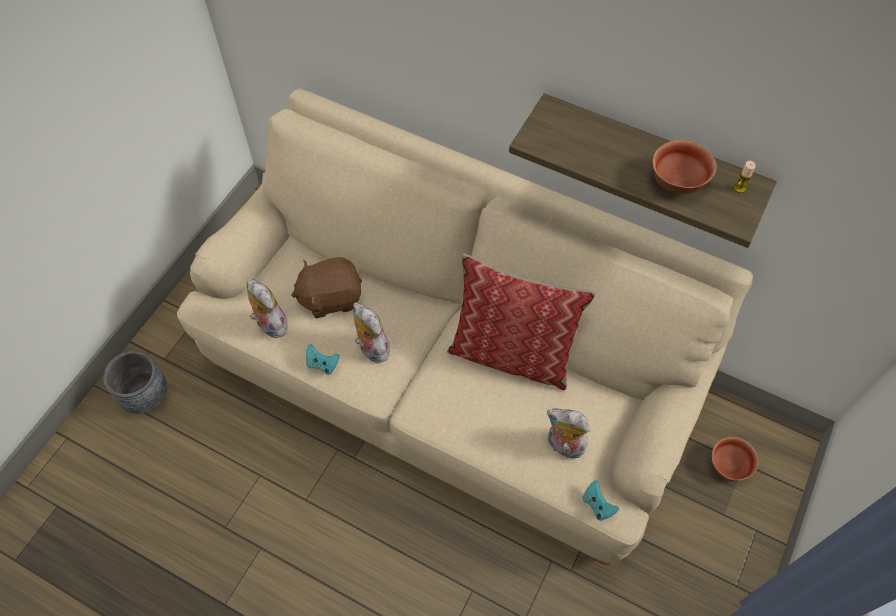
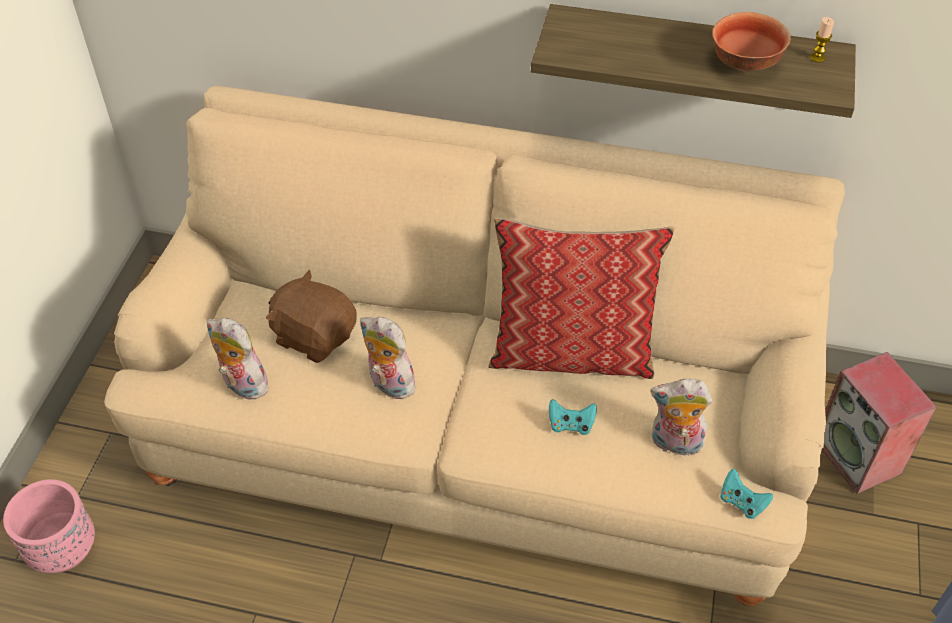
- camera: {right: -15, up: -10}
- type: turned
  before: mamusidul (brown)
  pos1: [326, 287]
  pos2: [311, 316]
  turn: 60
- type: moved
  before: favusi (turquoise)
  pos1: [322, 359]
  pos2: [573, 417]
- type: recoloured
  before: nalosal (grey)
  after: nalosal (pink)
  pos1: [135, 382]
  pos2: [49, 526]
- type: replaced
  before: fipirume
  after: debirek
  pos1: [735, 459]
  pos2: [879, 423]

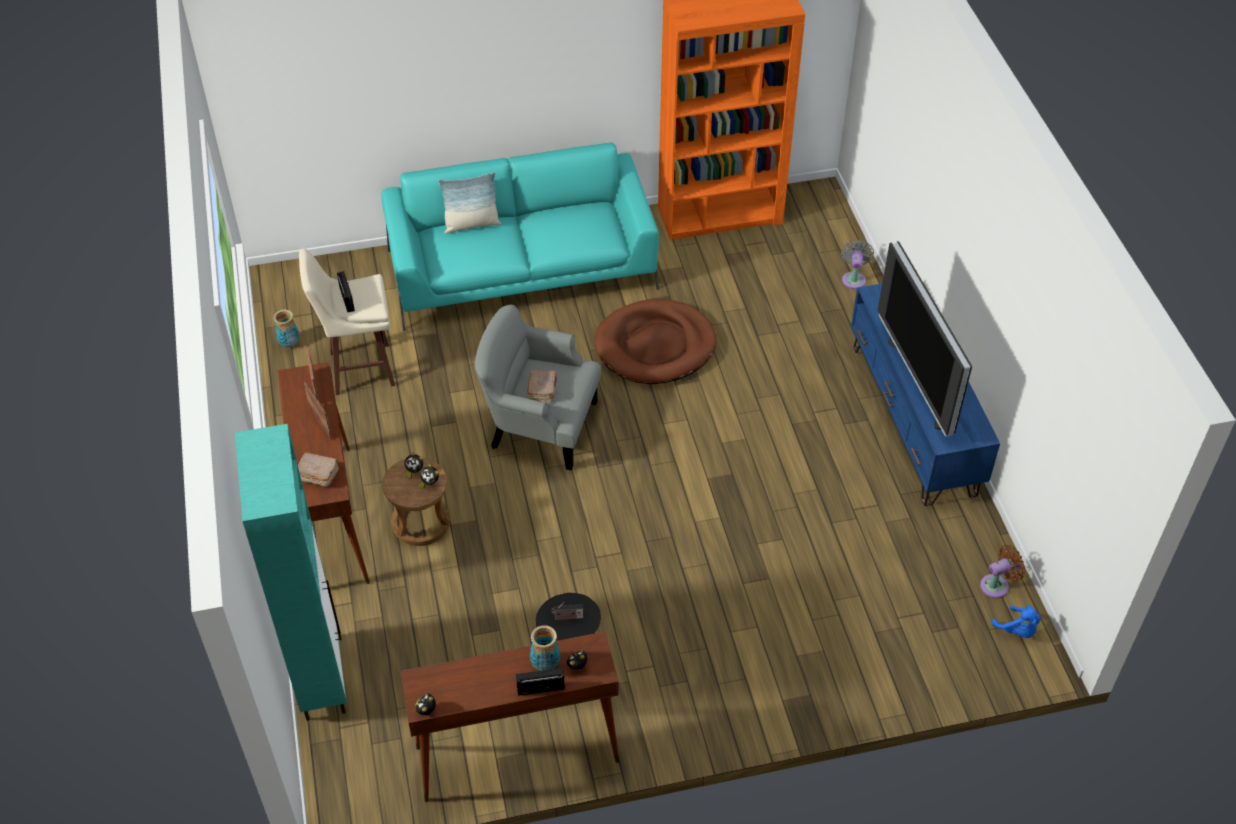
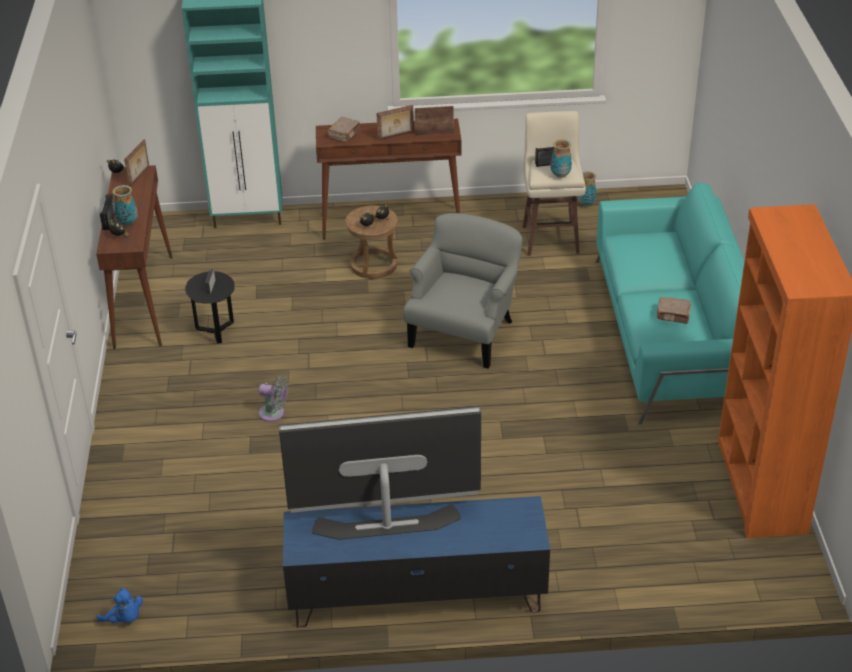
- camera: {right: 100, up: -10}
- type: removed
  before: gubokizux
  pos1: [470, 203]
- type: moved
  before: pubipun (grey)
  pos1: [857, 264]
  pos2: [273, 399]
- type: removed
  before: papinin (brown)
  pos1: [656, 341]
- type: moved
  before: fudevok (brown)
  pos1: [542, 385]
  pos2: [673, 310]
- type: removed
  before: pubipun (brown)
  pos1: [1002, 571]
- type: turned
  before: mamusidul (blue)
  pos1: [1016, 621]
  pos2: [119, 605]
  turn: -120
- type: added
  after: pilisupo
  pos2: [136, 162]
- type: added
  after: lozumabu
  pos2: [561, 158]

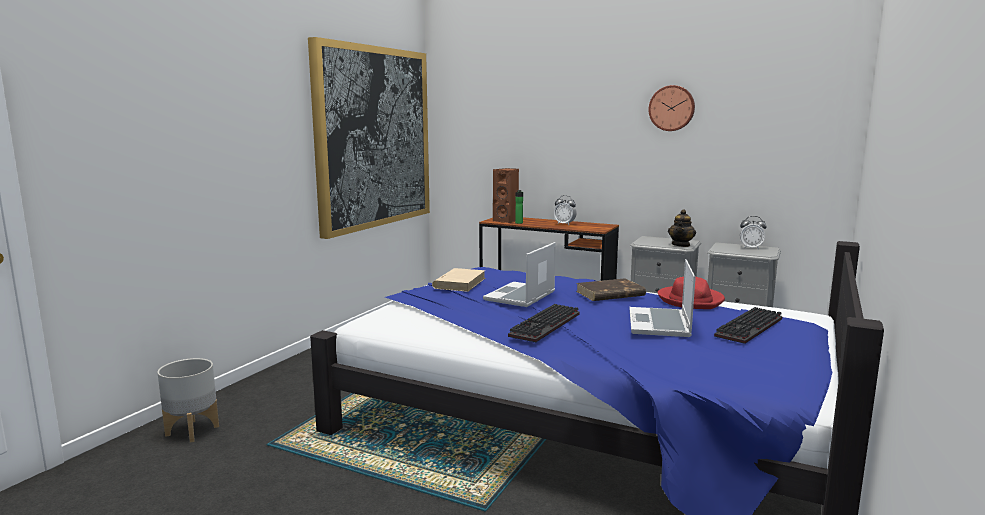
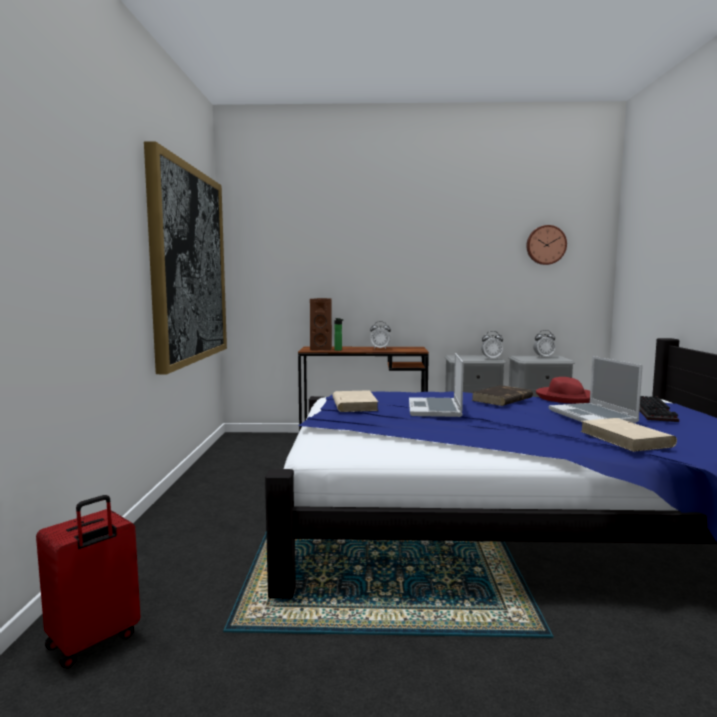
- camera: {right: -25, up: -5}
- type: moved
  before: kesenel
  pos1: [671, 108]
  pos2: [546, 245]
- type: replaced
  before: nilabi
  after: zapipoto
  pos1: [682, 228]
  pos2: [492, 345]
- type: removed
  before: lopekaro
  pos1: [544, 323]
- type: replaced
  before: nalosal (grey)
  after: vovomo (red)
  pos1: [188, 400]
  pos2: [88, 581]
- type: added
  after: fudevok (beige)
  pos2: [628, 435]

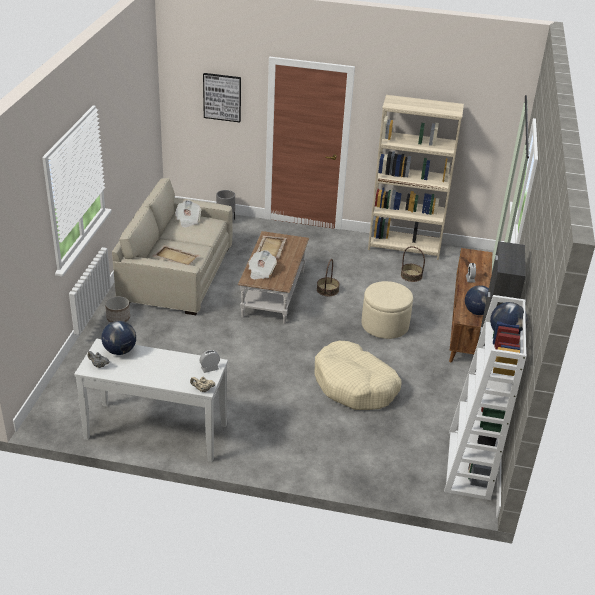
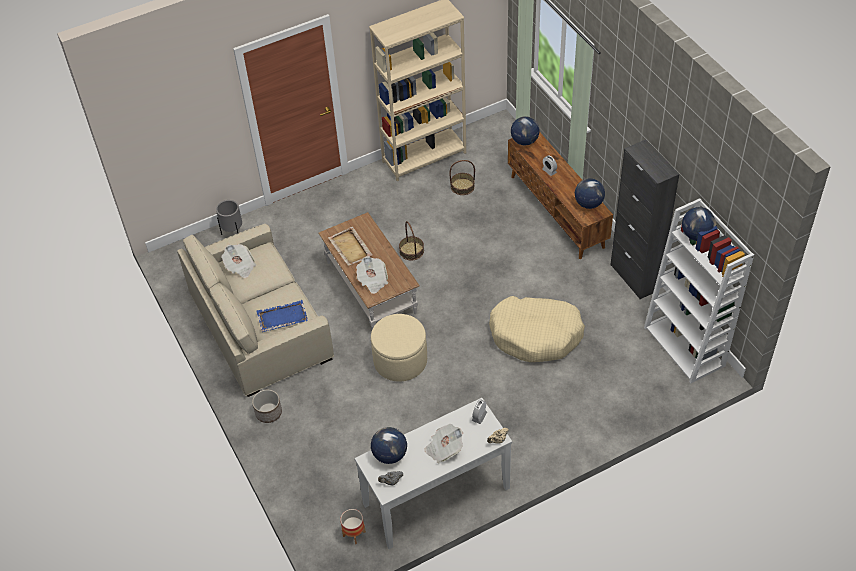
- camera: {right: -35, up: 15}
- type: removed
  before: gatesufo
  pos1: [222, 97]
- type: recoloured
  before: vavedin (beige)
  after: vavedin (blue)
  pos1: [176, 255]
  pos2: [282, 316]
- type: moved
  before: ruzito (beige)
  pos1: [387, 310]
  pos2: [399, 348]
- type: added
  after: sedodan
  pos2: [525, 130]
- type: added
  after: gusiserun
  pos2: [443, 444]
- type: added
  after: nalosal
  pos2: [353, 526]

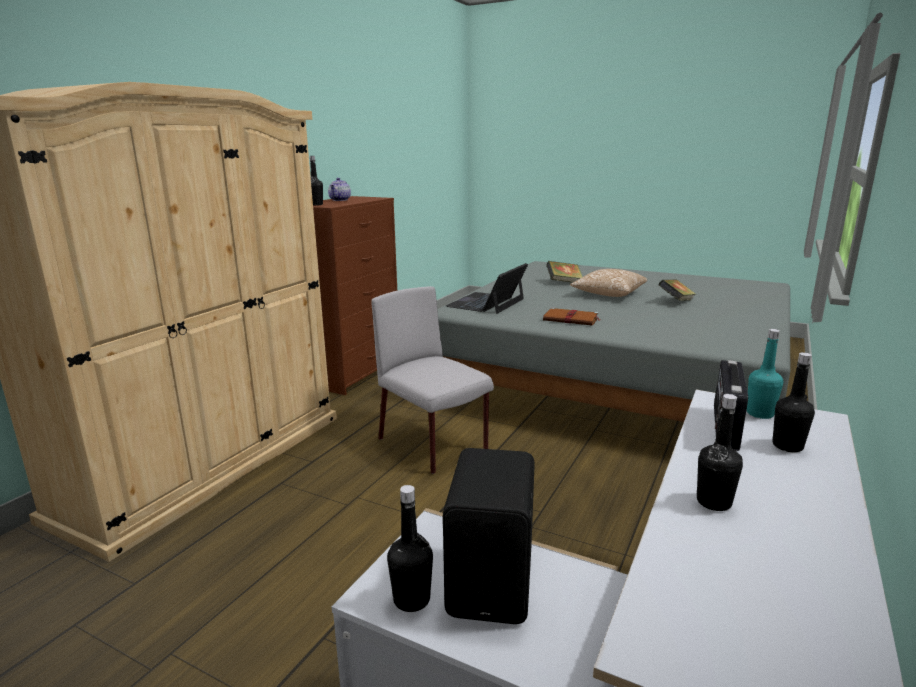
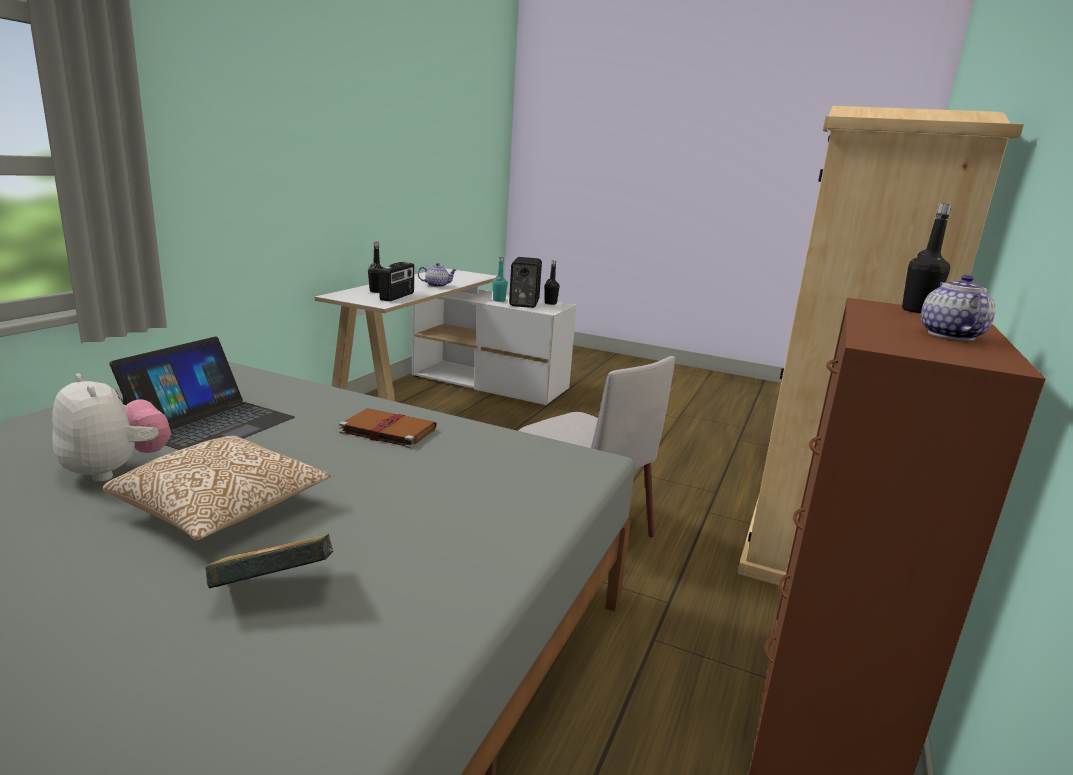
- camera: {right: 175, up: 0}
- type: moved
  before: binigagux
  pos1: [487, 288]
  pos2: [202, 393]
- type: replaced
  before: fudevok
  after: mamusidul
  pos1: [677, 290]
  pos2: [111, 427]
- type: moved
  before: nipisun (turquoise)
  pos1: [765, 374]
  pos2: [500, 279]
- type: replaced
  before: nipisun (black)
  after: nilabi
  pos1: [720, 452]
  pos2: [437, 275]

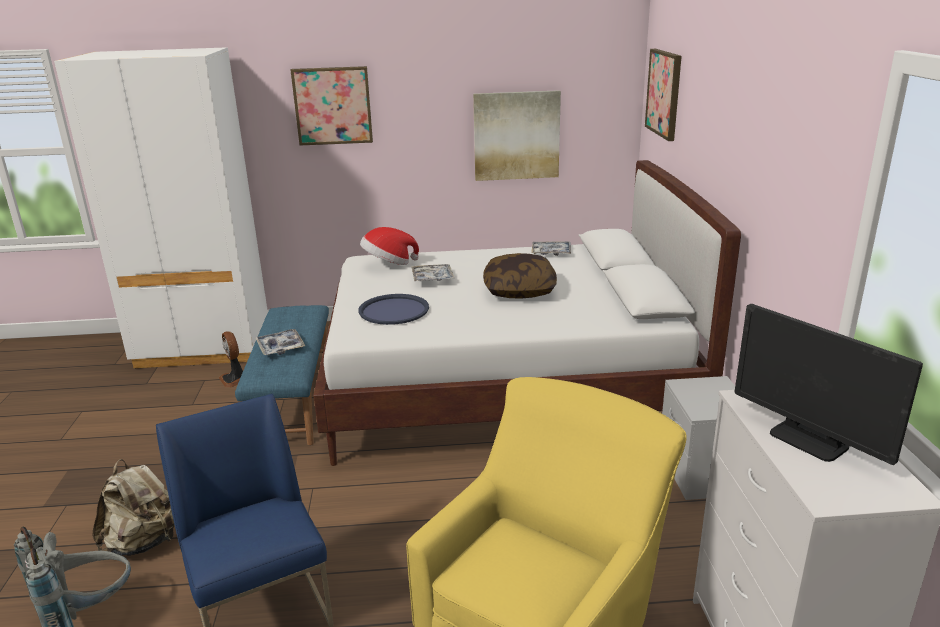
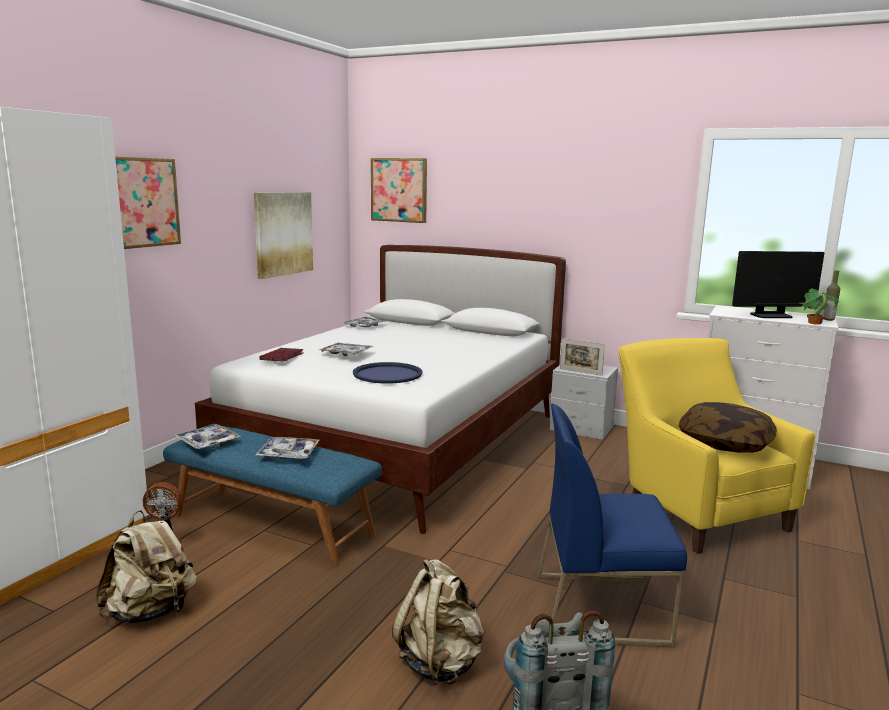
- camera: {right: -60, up: -10}
- type: replaced
  before: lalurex
  after: fudevok (red)
  pos1: [389, 246]
  pos2: [281, 355]
- type: moved
  before: gubokizux
  pos1: [520, 276]
  pos2: [728, 427]
- type: added
  after: nipisun
  pos2: [831, 295]
- type: added
  after: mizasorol
  pos2: [819, 306]
- type: added
  after: pilisupo
  pos2: [582, 357]
- type: added
  after: vavedin
  pos2: [207, 436]
- type: added
  after: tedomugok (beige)
  pos2: [146, 566]

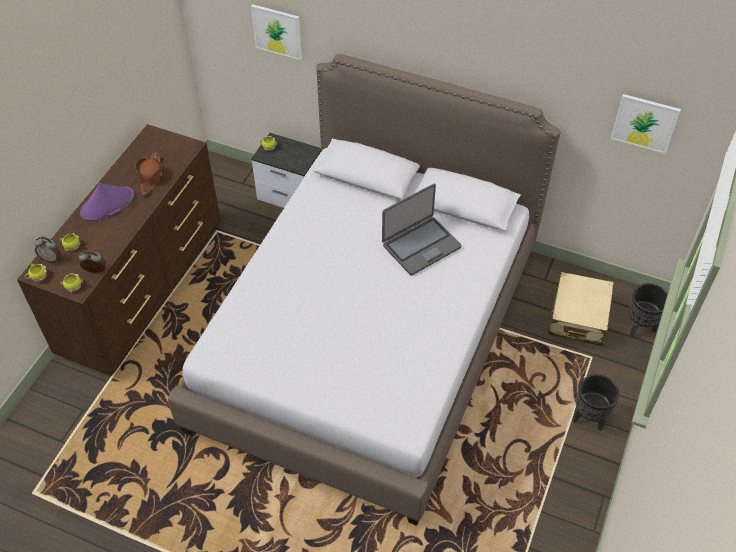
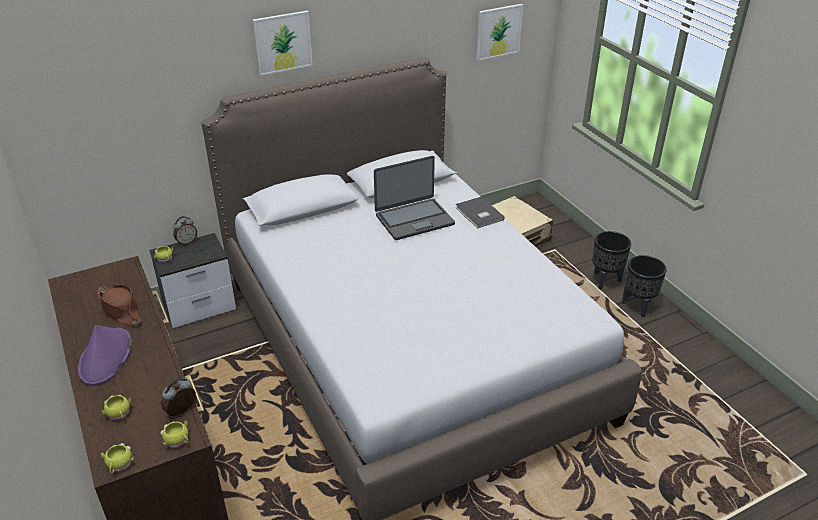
- camera: {right: -50, up: -15}
- type: moved
  before: gatesufo
  pos1: [276, 32]
  pos2: [283, 43]
- type: turned
  before: binigagux
  pos1: [421, 229]
  pos2: [414, 198]
  turn: 60
- type: moved
  before: zapipoto
  pos1: [47, 250]
  pos2: [185, 230]
- type: moved
  before: nalosal (black)
  pos1: [648, 310]
  pos2: [644, 286]
- type: added
  after: fudevok (grey)
  pos2: [480, 212]

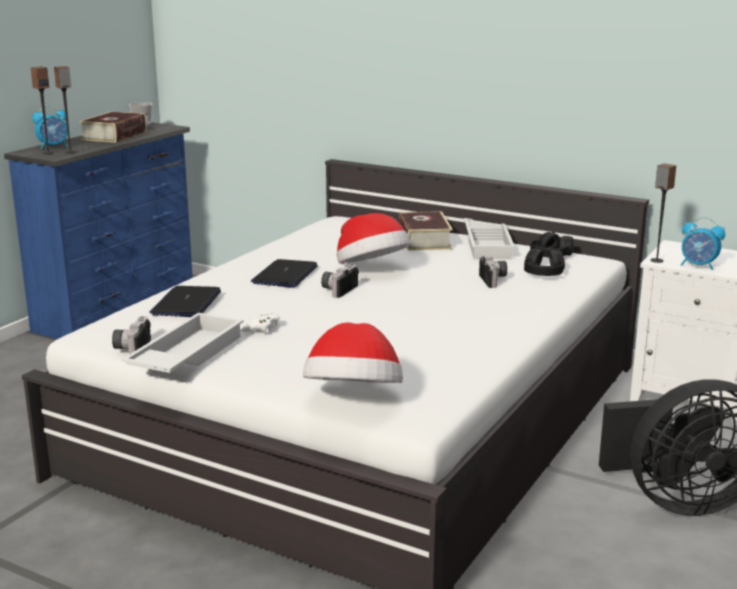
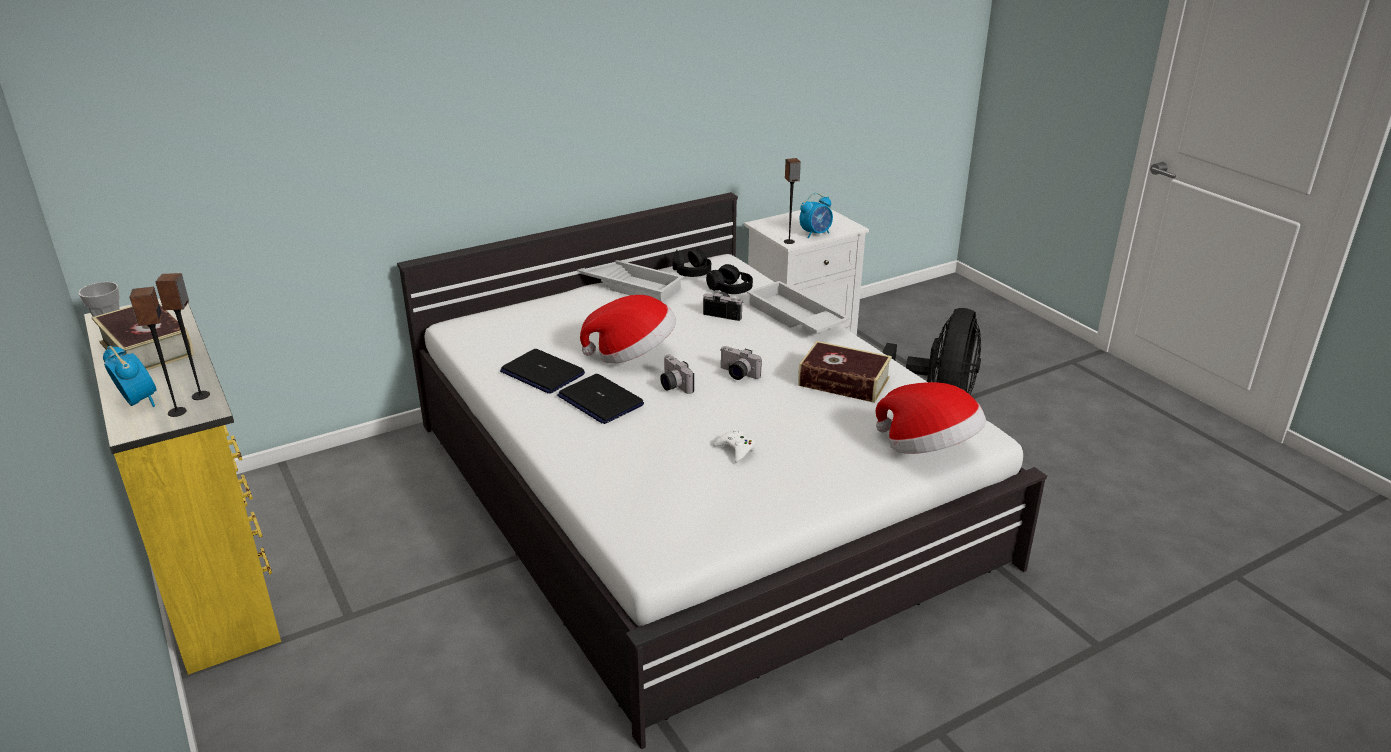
- camera: {right: -60, up: 10}
- type: turned
  before: zapipoto
  pos1: [50, 127]
  pos2: [130, 376]
  turn: -45
- type: recoloured
  before: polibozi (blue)
  after: polibozi (yellow)
  pos1: [98, 230]
  pos2: [182, 487]
- type: moved
  before: fudevok
  pos1: [426, 231]
  pos2: [845, 372]
- type: moved
  before: binigagux
  pos1: [185, 301]
  pos2: [542, 371]
- type: moved
  before: vavedin (white)
  pos1: [182, 343]
  pos2: [798, 307]
- type: moved
  before: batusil
  pos1: [131, 335]
  pos2: [741, 363]

